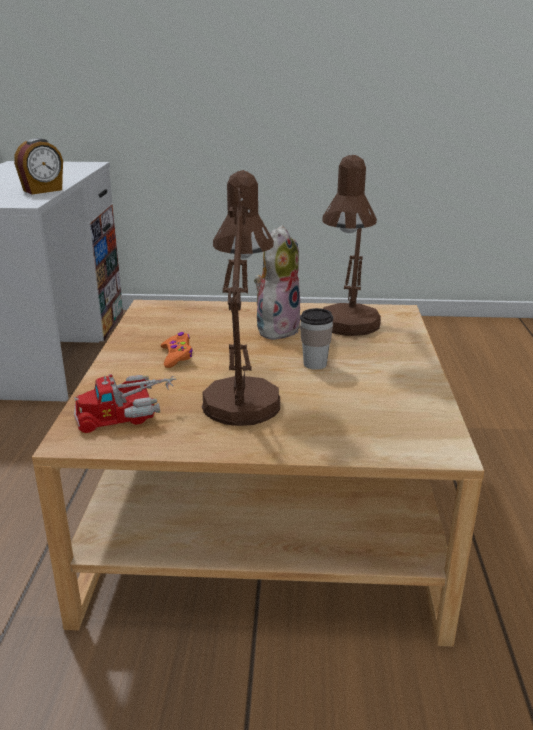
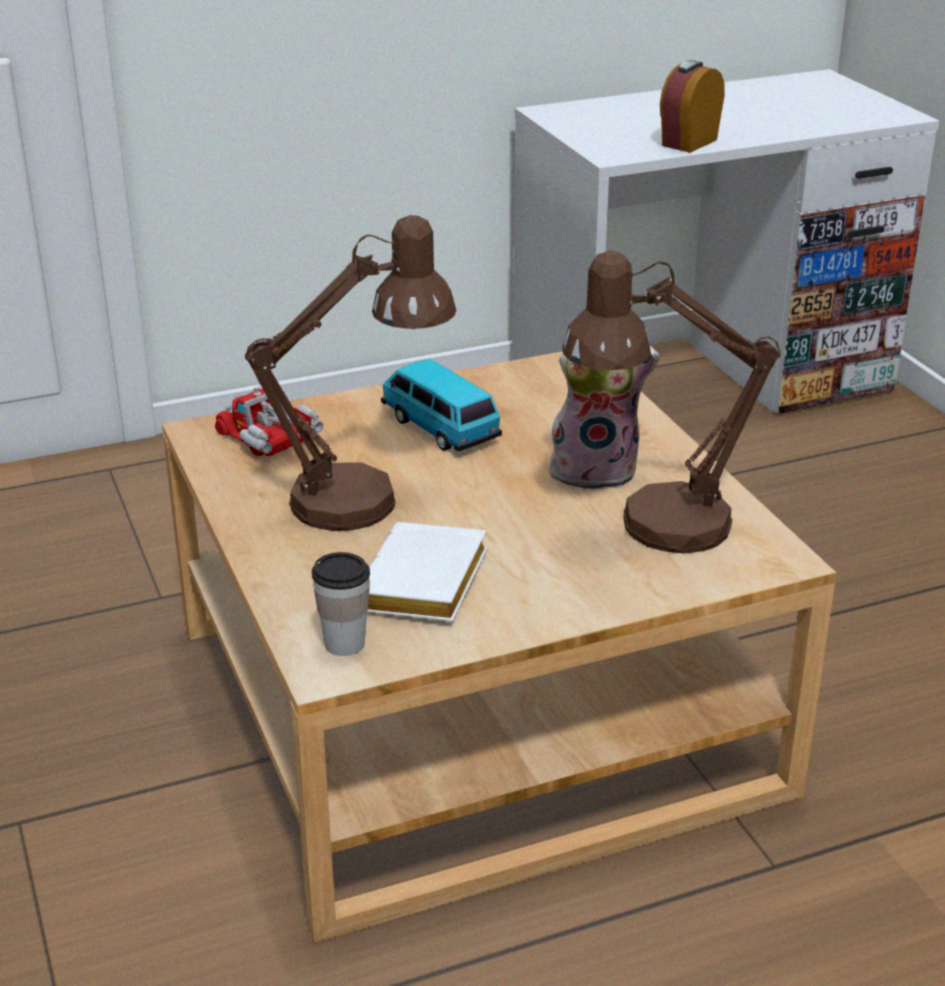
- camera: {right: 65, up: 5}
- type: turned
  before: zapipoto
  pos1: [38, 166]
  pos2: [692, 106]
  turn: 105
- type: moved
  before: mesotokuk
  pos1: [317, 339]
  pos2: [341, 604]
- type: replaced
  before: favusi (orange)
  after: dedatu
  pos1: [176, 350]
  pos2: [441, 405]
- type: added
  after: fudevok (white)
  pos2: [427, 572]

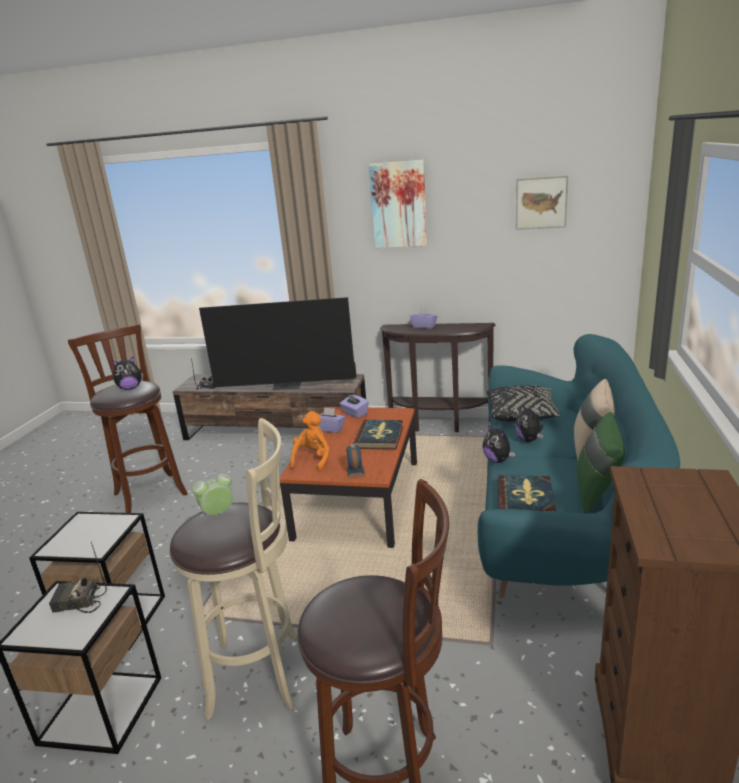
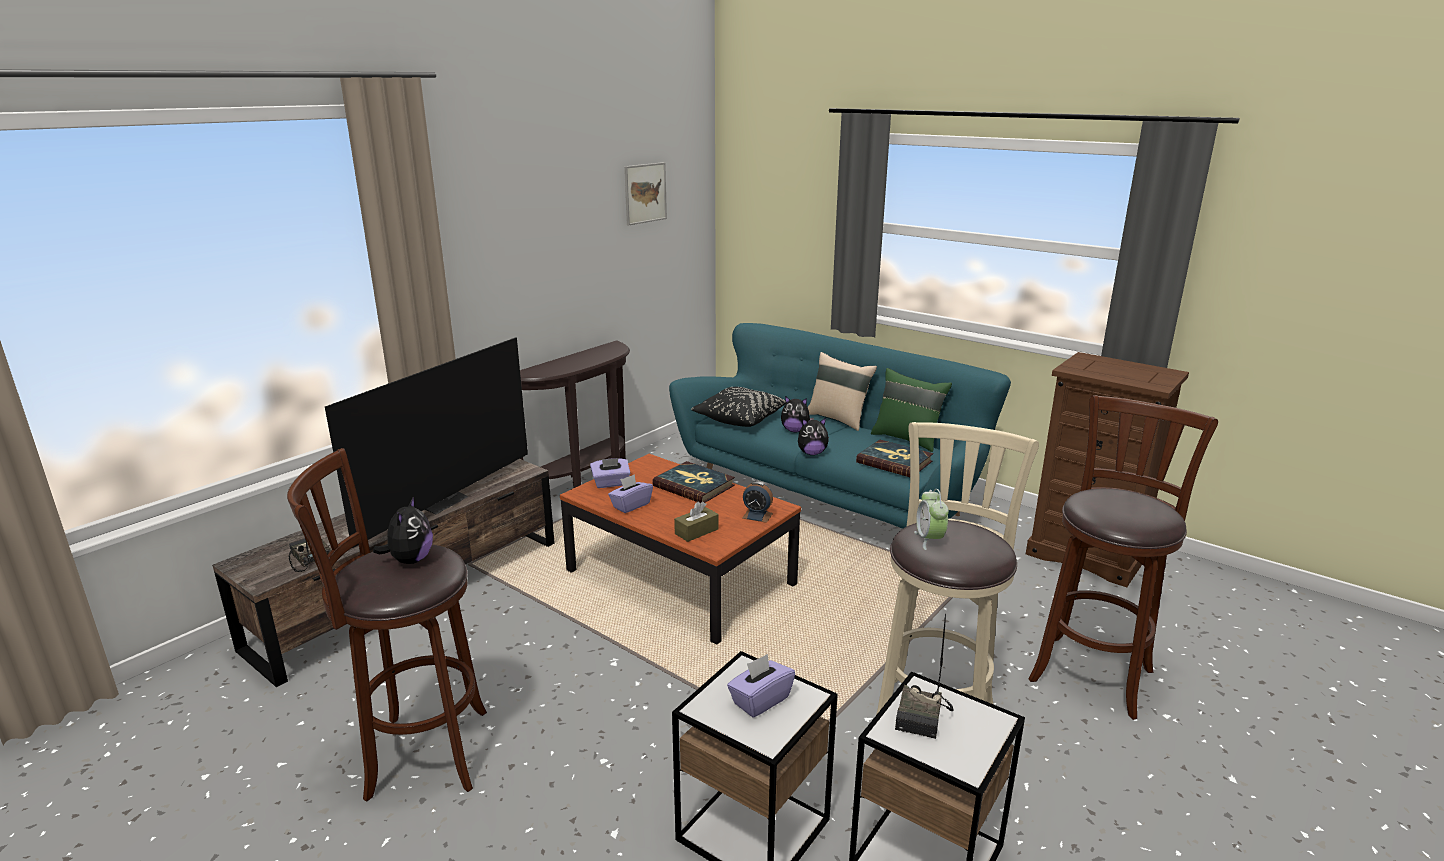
- camera: {right: -65, up: 0}
- type: removed
  before: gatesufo
  pos1: [398, 204]
- type: moved
  before: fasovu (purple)
  pos1: [424, 318]
  pos2: [761, 686]
- type: replaced
  before: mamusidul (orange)
  after: fasovu (brown)
  pos1: [310, 441]
  pos2: [696, 521]

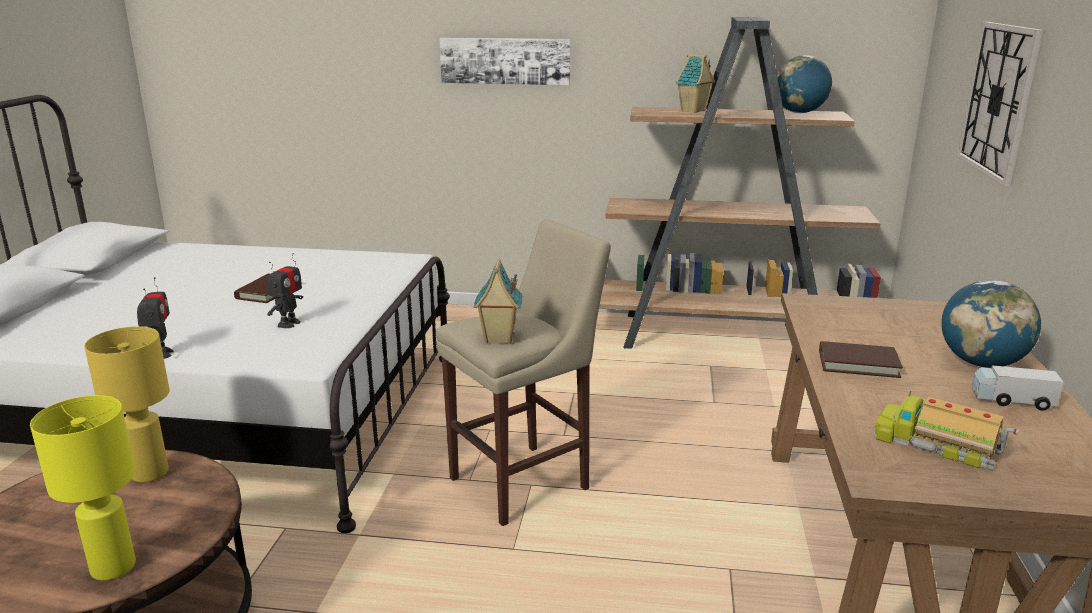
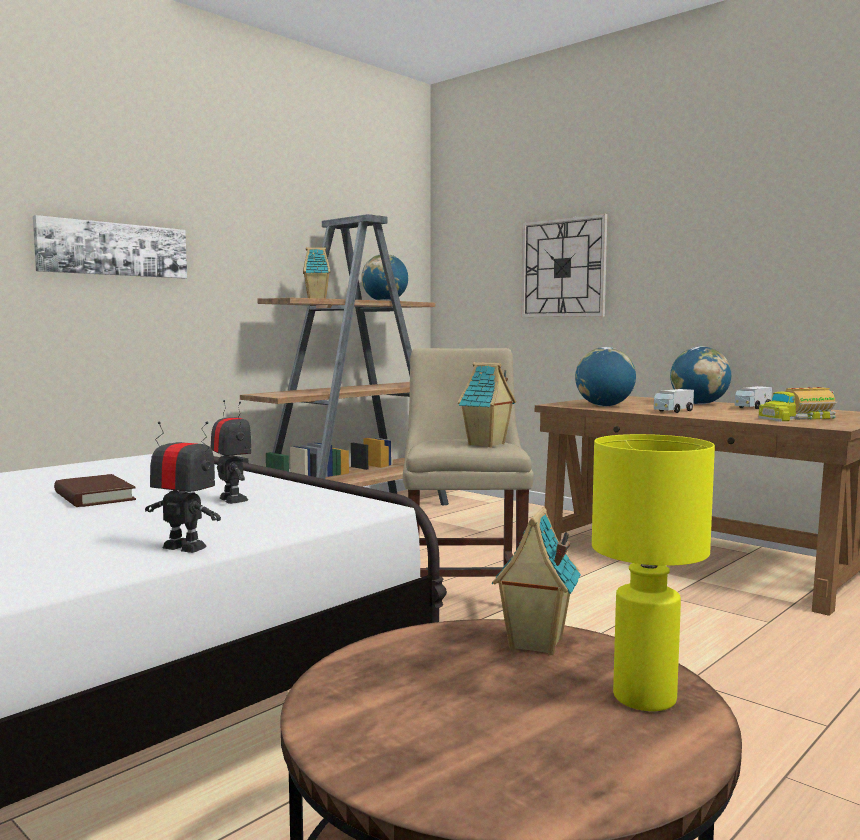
- camera: {right: -55, up: -15}
- type: removed
  before: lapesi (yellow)
  pos1: [126, 404]
- type: replaced
  before: fudevok (brown)
  after: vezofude
  pos1: [861, 359]
  pos2: [674, 401]
- type: added
  after: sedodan
  pos2: [605, 377]
- type: added
  after: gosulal
  pos2: [536, 581]

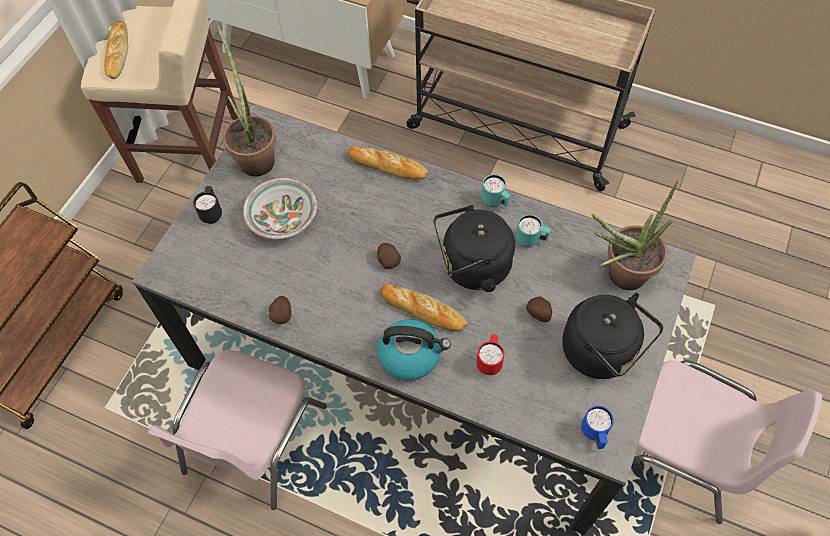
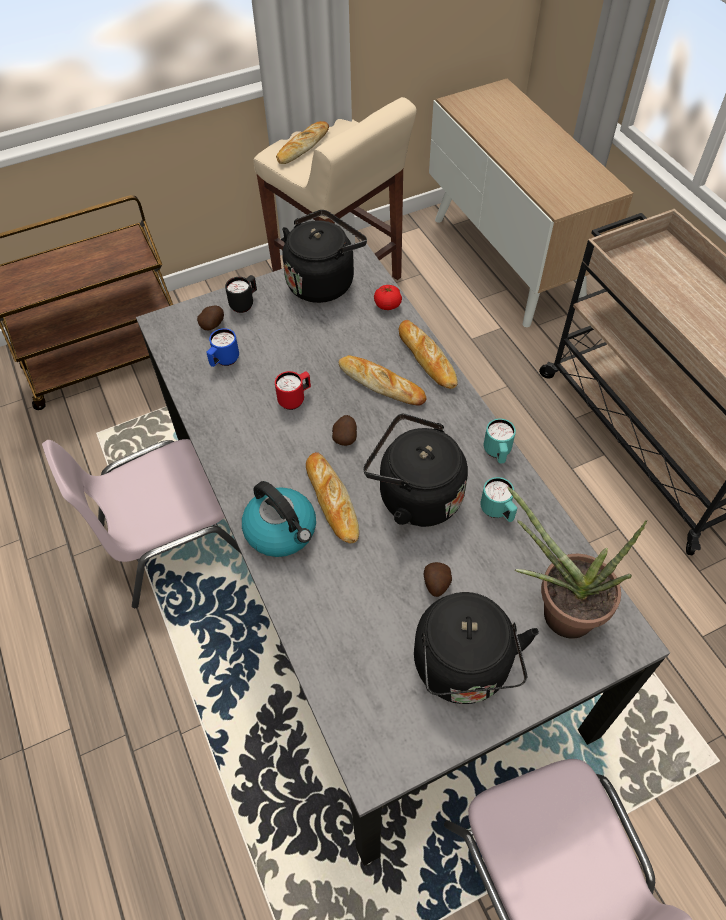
- camera: {right: 40, up: -5}
- type: replaced
  before: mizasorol
  after: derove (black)
  pos1: [246, 100]
  pos2: [324, 256]
- type: removed
  before: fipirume
  pos1: [280, 208]
- type: moved
  before: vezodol
  pos1: [280, 310]
  pos2: [210, 318]
- type: moved
  before: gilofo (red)
  pos1: [490, 354]
  pos2: [293, 390]
- type: moved
  before: gilofo (blue)
  pos1: [597, 427]
  pos2: [222, 347]
- type: added
  after: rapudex
  pos2: [388, 297]
- type: added
  after: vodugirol
  pos2: [383, 380]

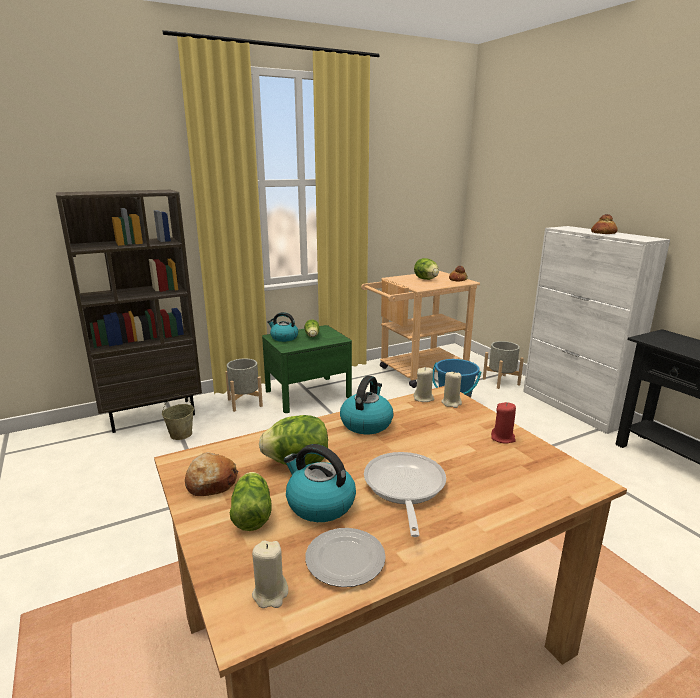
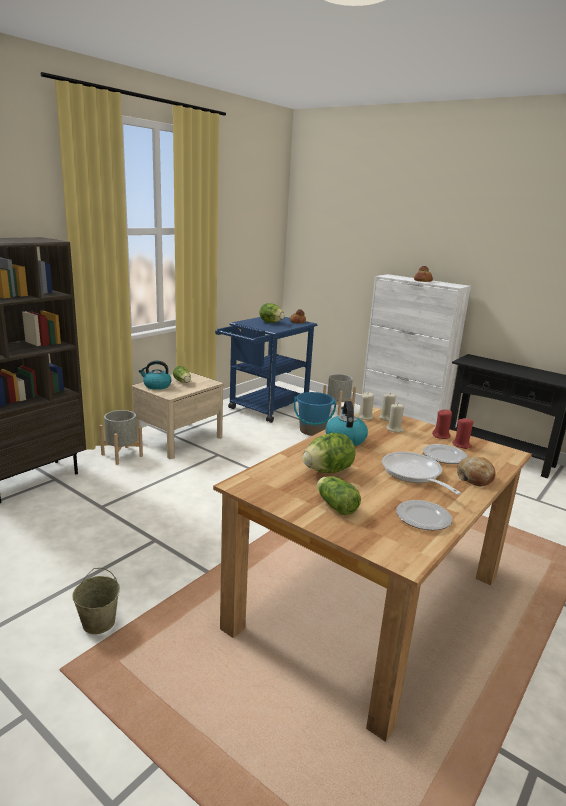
- camera: {right: -25, up: 0}
- type: recoloured
  before: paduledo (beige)
  after: paduledo (blue)
  pos1: [420, 329]
  pos2: [266, 370]
- type: recoloured
  before: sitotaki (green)
  after: sitotaki (beige)
  pos1: [307, 369]
  pos2: [177, 415]
- type: moved
  before: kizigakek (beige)
  pos1: [178, 417]
  pos2: [96, 601]
- type: removed
  before: derove
  pos1: [320, 483]
- type: moved
  before: vodugirol
  pos1: [212, 474]
  pos2: [476, 471]
- type: moved
  before: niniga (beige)
  pos1: [270, 574]
  pos2: [395, 418]
- type: added
  after: niniga (red)
  pos2: [462, 433]
- type: added
  after: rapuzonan
  pos2: [445, 454]

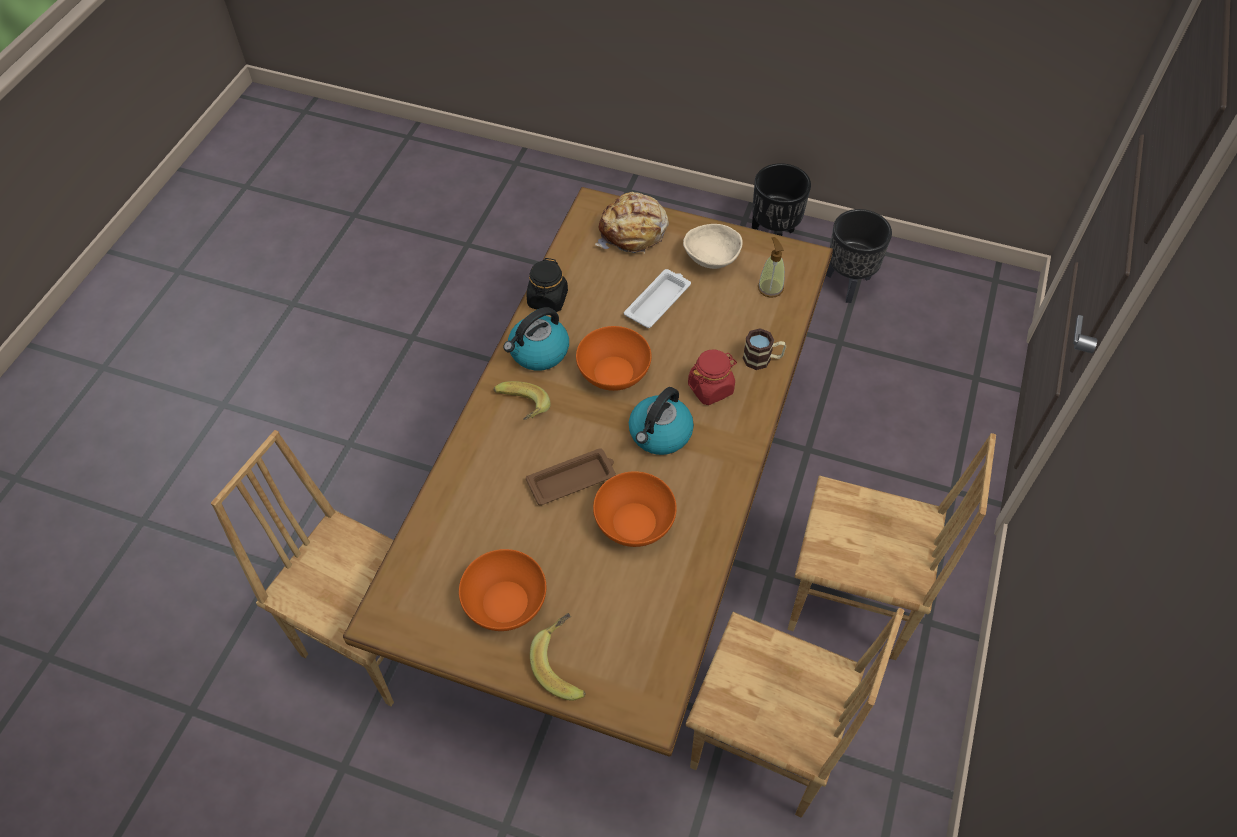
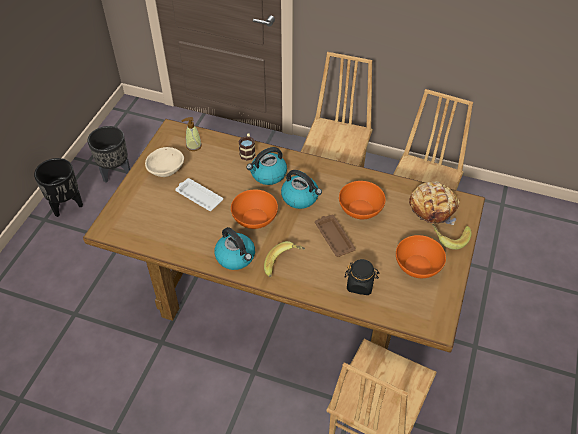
- camera: {right: -90, up: -5}
- type: moved
  before: vodugirol
  pos1: [632, 223]
  pos2: [434, 203]
- type: moved
  before: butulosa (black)
  pos1: [547, 285]
  pos2: [362, 277]
- type: replaced
  before: butulosa (red)
  after: derove
  pos1: [712, 377]
  pos2: [266, 166]

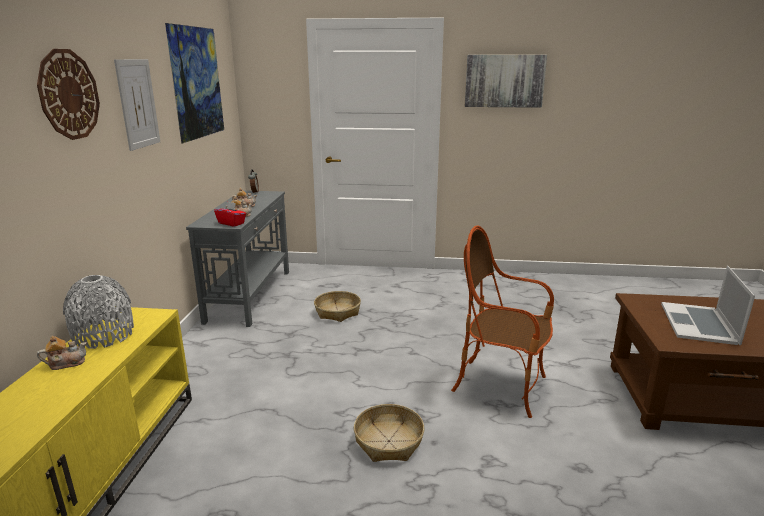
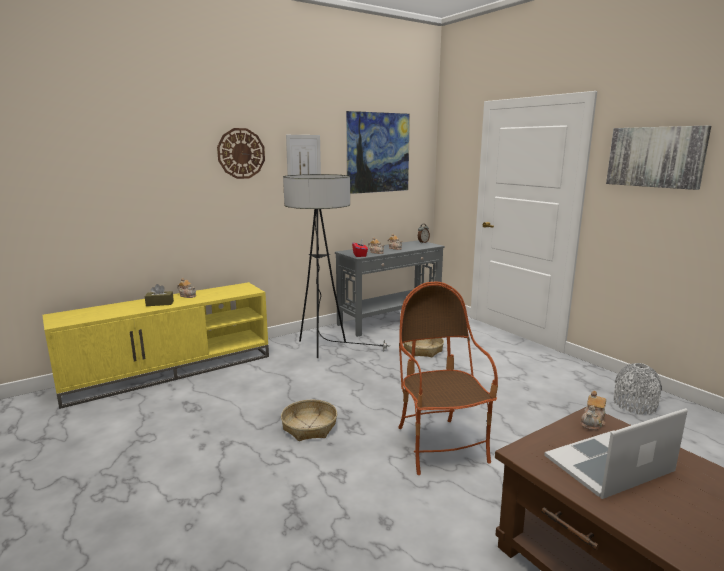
- camera: {right: 50, up: -5}
- type: moved
  before: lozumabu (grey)
  pos1: [98, 312]
  pos2: [638, 389]
- type: added
  after: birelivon
  pos2: [336, 266]
- type: added
  after: fasovu (brown)
  pos2: [159, 295]
- type: added
  after: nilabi
  pos2: [593, 410]

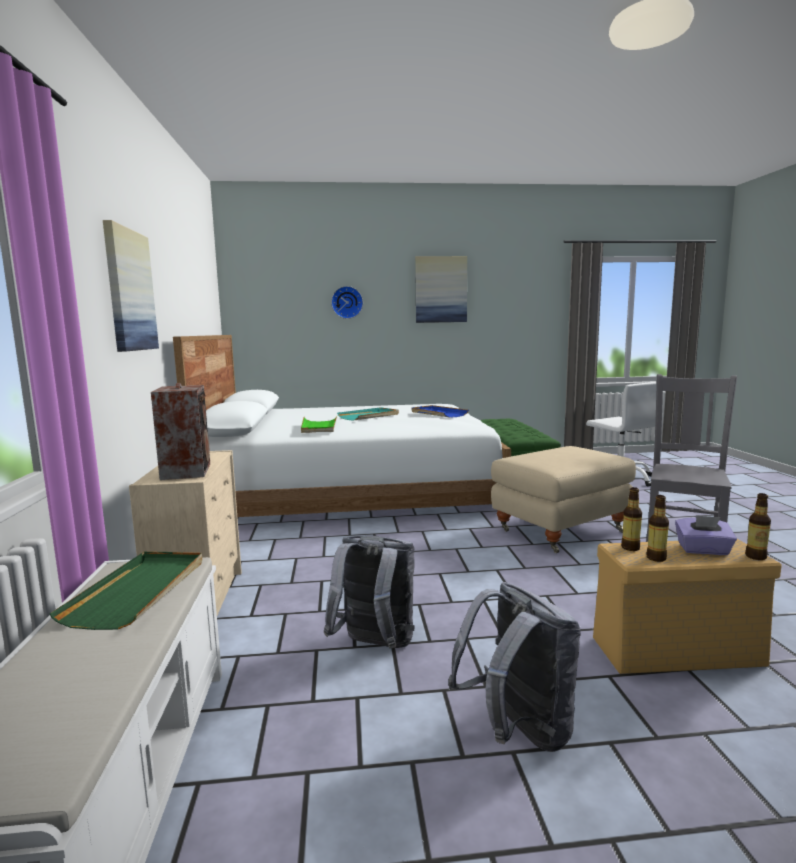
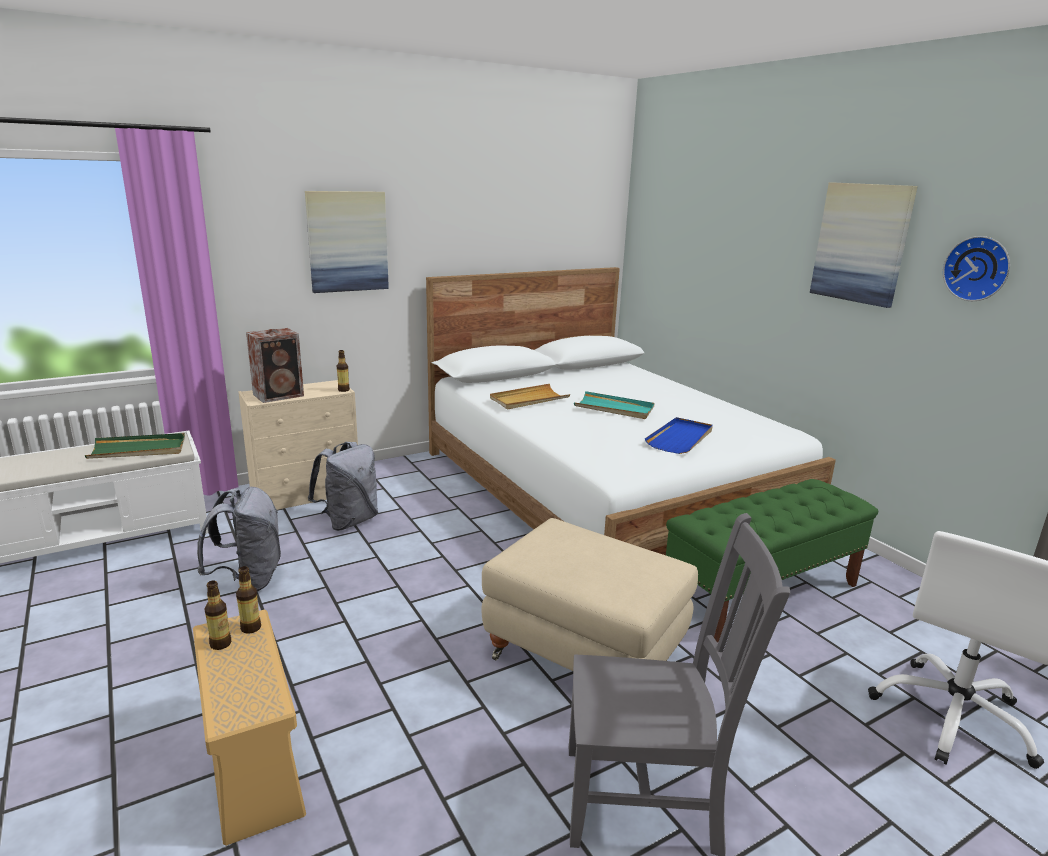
- camera: {right: 65, up: 10}
- type: moved
  before: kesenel
  pos1: [347, 302]
  pos2: [976, 268]
- type: recoloured
  before: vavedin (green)
  after: vavedin (beige)
  pos1: [319, 425]
  pos2: [530, 396]
- type: moved
  before: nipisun
  pos1: [758, 526]
  pos2: [343, 371]
- type: removed
  before: fasovu (purple)
  pos1: [706, 535]
- type: moved
  before: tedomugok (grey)
  pos1: [514, 667]
  pos2: [343, 486]

